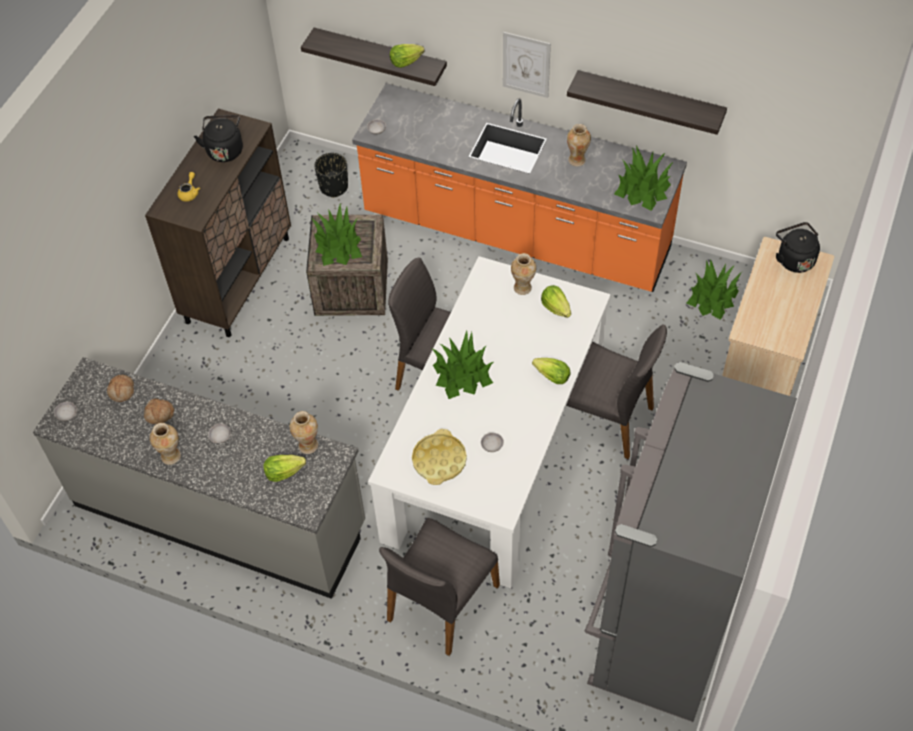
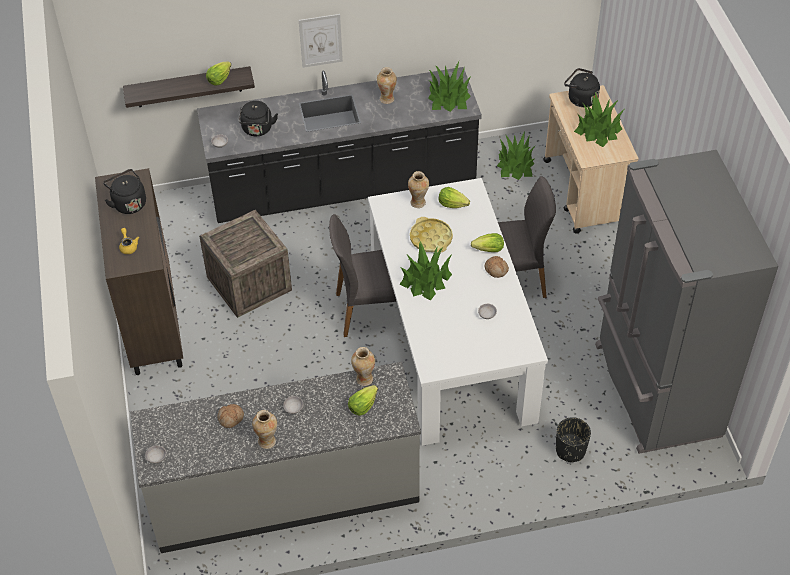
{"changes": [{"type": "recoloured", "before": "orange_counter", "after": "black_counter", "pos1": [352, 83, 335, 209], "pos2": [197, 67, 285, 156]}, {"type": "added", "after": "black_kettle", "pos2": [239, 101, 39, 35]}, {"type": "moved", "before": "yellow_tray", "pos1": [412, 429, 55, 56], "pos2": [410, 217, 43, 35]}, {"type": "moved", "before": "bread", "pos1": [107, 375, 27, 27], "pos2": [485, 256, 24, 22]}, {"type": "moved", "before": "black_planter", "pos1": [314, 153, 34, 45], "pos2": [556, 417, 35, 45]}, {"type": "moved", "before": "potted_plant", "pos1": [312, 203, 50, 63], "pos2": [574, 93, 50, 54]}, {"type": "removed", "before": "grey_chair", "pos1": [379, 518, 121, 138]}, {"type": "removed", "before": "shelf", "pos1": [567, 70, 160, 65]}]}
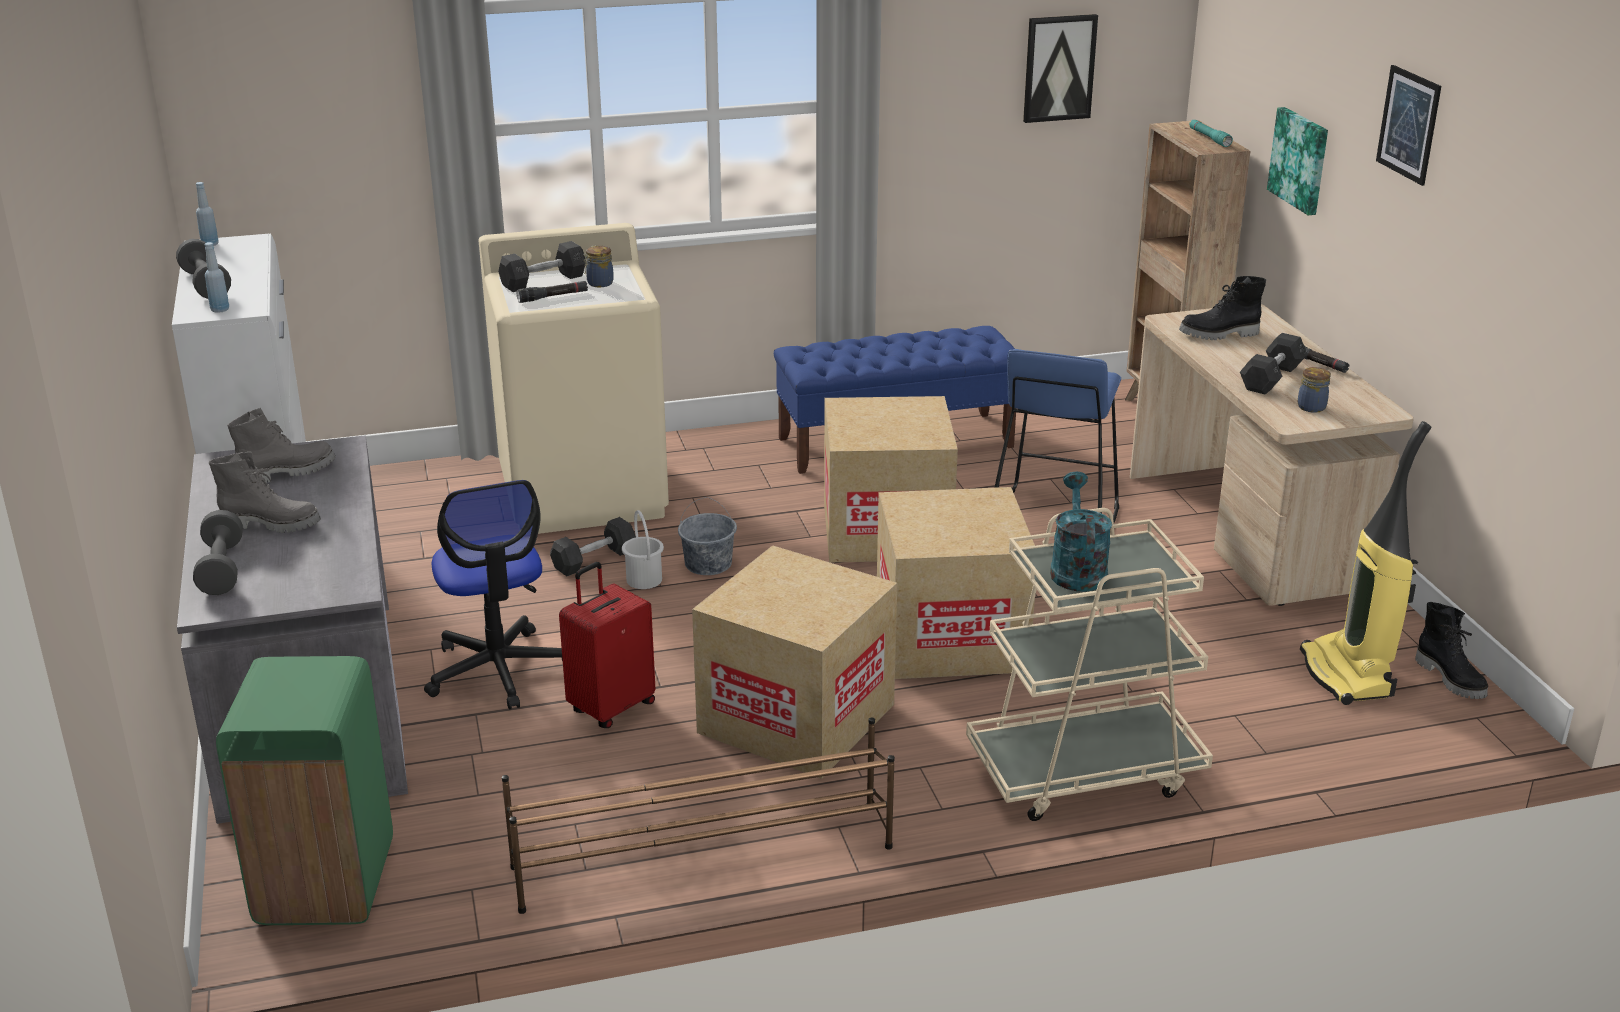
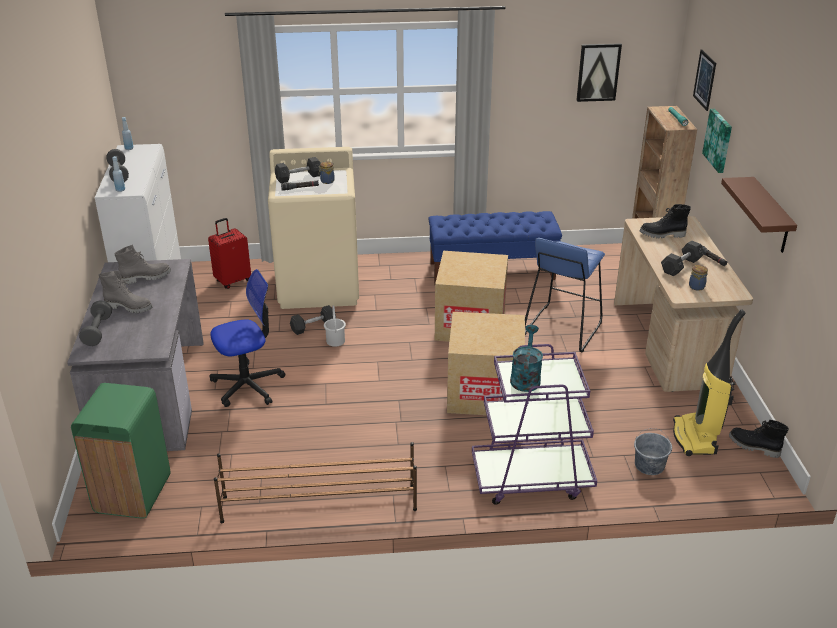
{"changes": [{"type": "moved", "before": "red_suitcase", "pos1": [559, 562, 96, 166], "pos2": [208, 218, 43, 71]}, {"type": "turned", "before": "office_chair", "pos1": [424, 480, 139, 230], "pos2": [210, 269, 75, 138], "turn": -105}, {"type": "recoloured", "before": "beige_cart", "after": "purple_cart", "pos1": [966, 508, 247, 313], "pos2": [472, 344, 125, 160]}, {"type": "moved", "before": "grey_bucket", "pos1": [678, 497, 59, 78], "pos2": [634, 428, 38, 47]}, {"type": "moved", "before": "picture", "pos1": [1376, 65, 65, 121], "pos2": [693, 49, 23, 62]}, {"type": "added", "after": "brown_shelf", "pos2": [721, 177, 76, 76]}, {"type": "turned", "before": "black_boot", "pos1": [1415, 602, 73, 97], "pos2": [729, 420, 60, 38], "turn": 135}, {"type": "removed", "before": "cardboard_box", "pos1": [692, 545, 205, 234]}]}
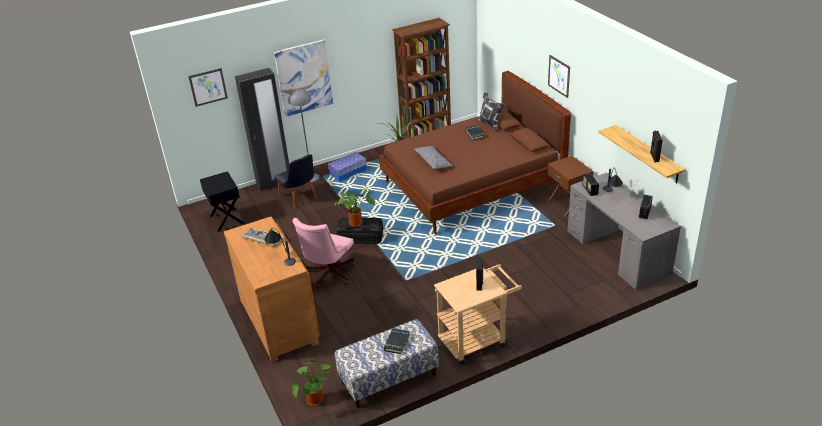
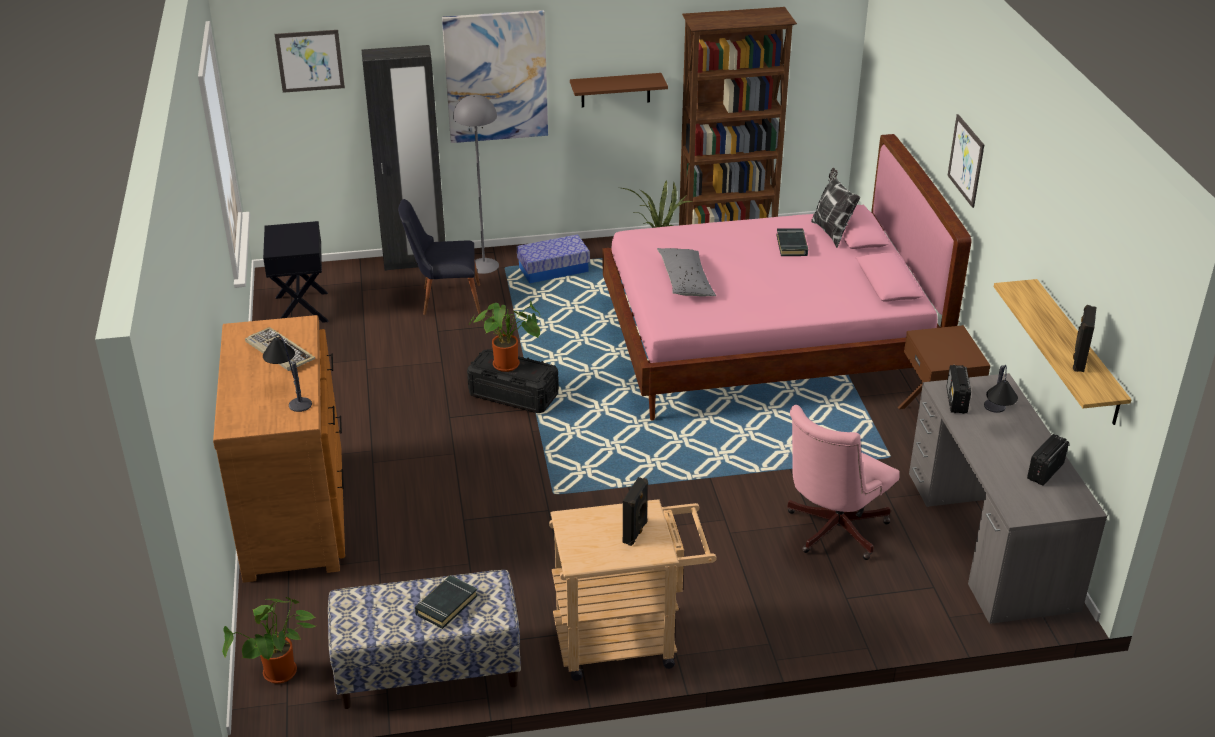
{"changes": [{"type": "turned", "before": "black_chair", "pos1": [274, 154, 43, 54], "pos2": [398, 199, 83, 116], "turn": 105}, {"type": "added", "after": "brown_shelf", "pos2": [570, 73, 98, 34]}, {"type": "recoloured", "before": "brown_bed", "after": "pink_bed", "pos1": [379, 71, 192, 163], "pos2": [603, 134, 368, 287]}, {"type": "moved", "before": "pink_office_chair", "pos1": [293, 218, 62, 70], "pos2": [787, 405, 113, 155]}]}
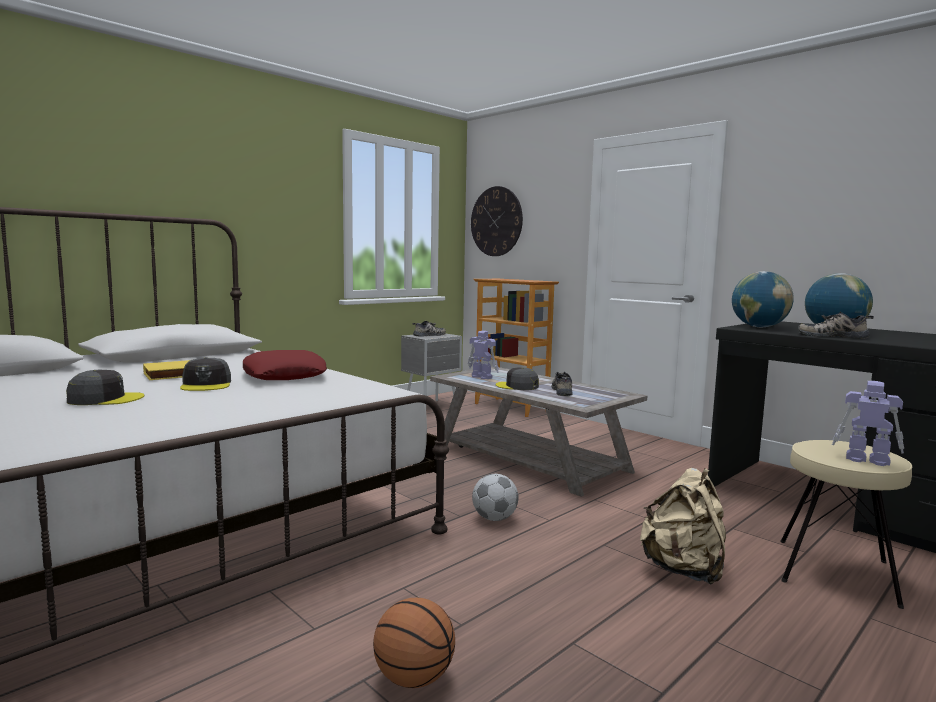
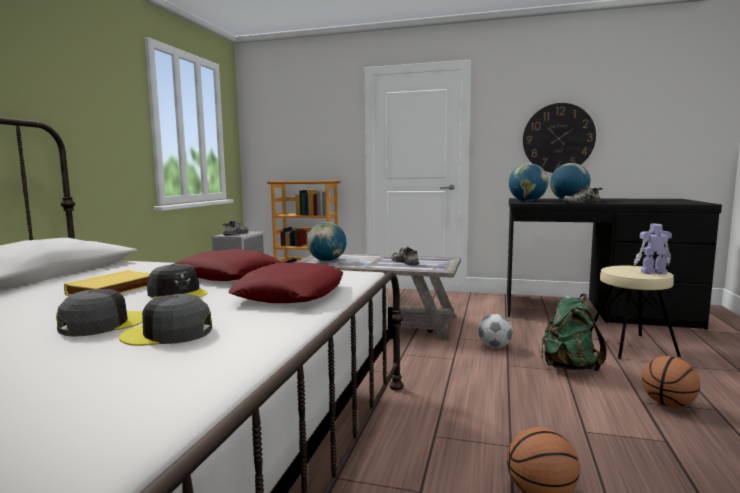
{"changes": [{"type": "moved", "before": "grey_cap", "pos1": [496, 367, 43, 23], "pos2": [119, 294, 93, 52]}, {"type": "added", "after": "red_pillow", "pos2": [228, 262, 115, 41]}, {"type": "replaced", "before": "toy_robot", "after": "globe", "pos1": [468, 331, 31, 48], "pos2": [307, 222, 39, 39]}, {"type": "moved", "before": "football", "pos1": [472, 474, 47, 47], "pos2": [478, 314, 35, 34]}, {"type": "moved", "before": "wall_clock", "pos1": [471, 186, 52, 70], "pos2": [523, 103, 73, 70]}, {"type": "recoloured", "before": "beige_backpack", "after": "green_backpack", "pos1": [640, 468, 86, 117], "pos2": [541, 294, 66, 77]}, {"type": "added", "after": "basketball", "pos2": [642, 356, 58, 51]}]}
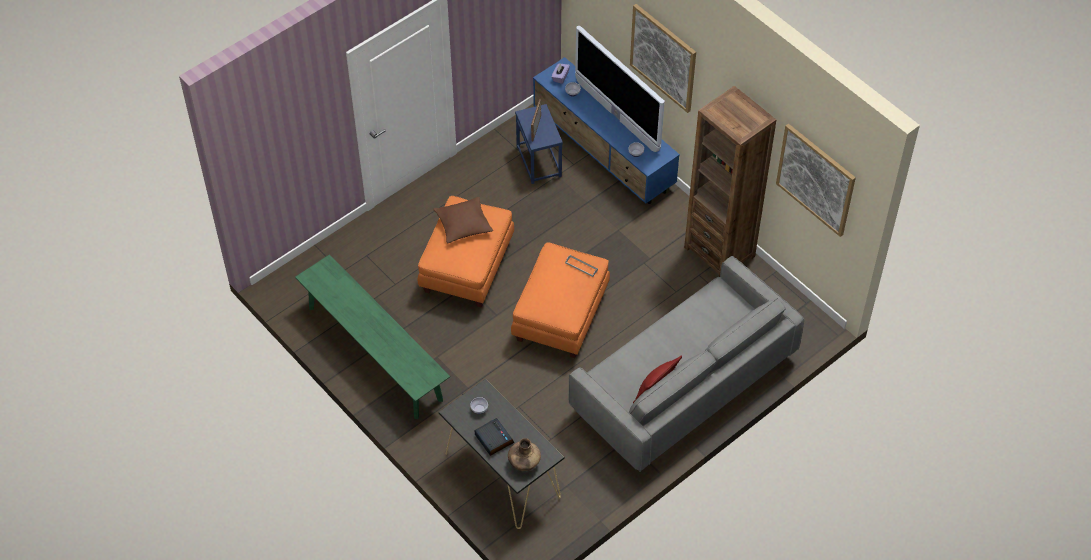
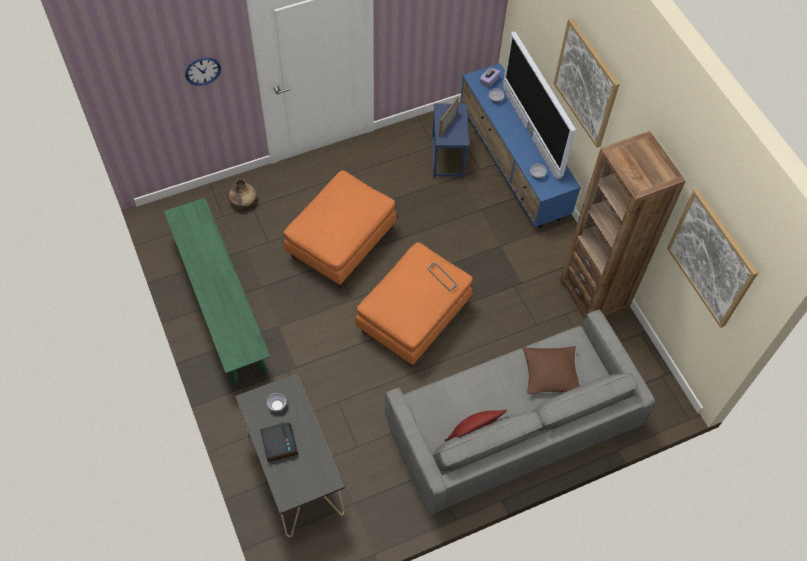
{"changes": [{"type": "added", "after": "wall_clock", "pos2": [185, 57, 36, 29]}, {"type": "moved", "before": "brown_vase", "pos1": [508, 438, 33, 33], "pos2": [228, 178, 28, 30]}, {"type": "moved", "before": "brown_pillow", "pos1": [434, 197, 59, 47], "pos2": [522, 346, 58, 48]}]}
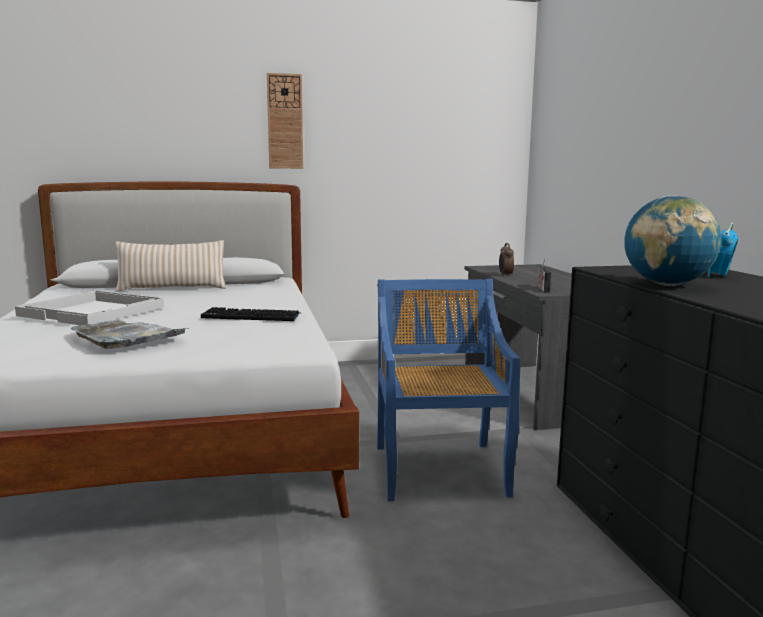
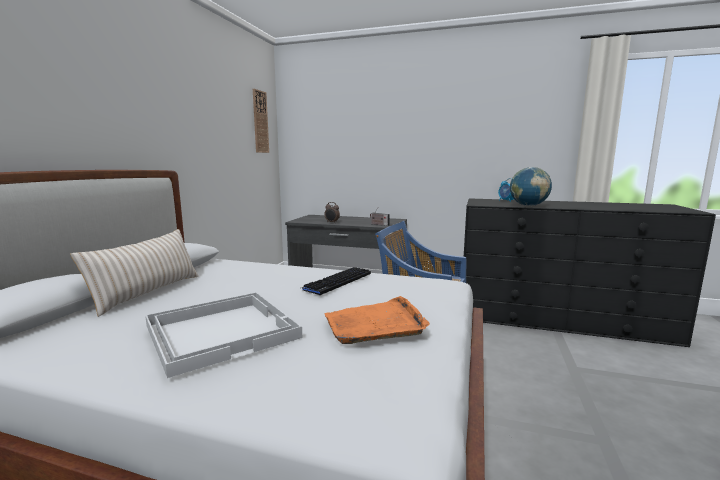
{"changes": [{"type": "moved", "before": "wall_clock", "pos1": [267, 73, 36, 96], "pos2": [253, 89, 16, 64]}, {"type": "recoloured", "before": "grey_tray", "after": "orange_tray", "pos1": [70, 320, 119, 29], "pos2": [324, 296, 106, 48]}]}
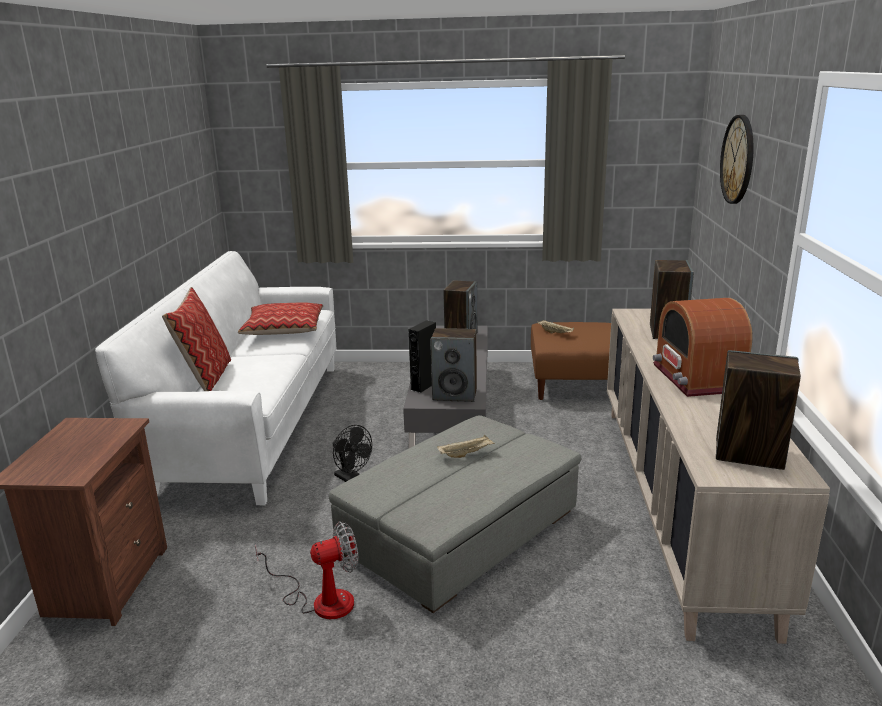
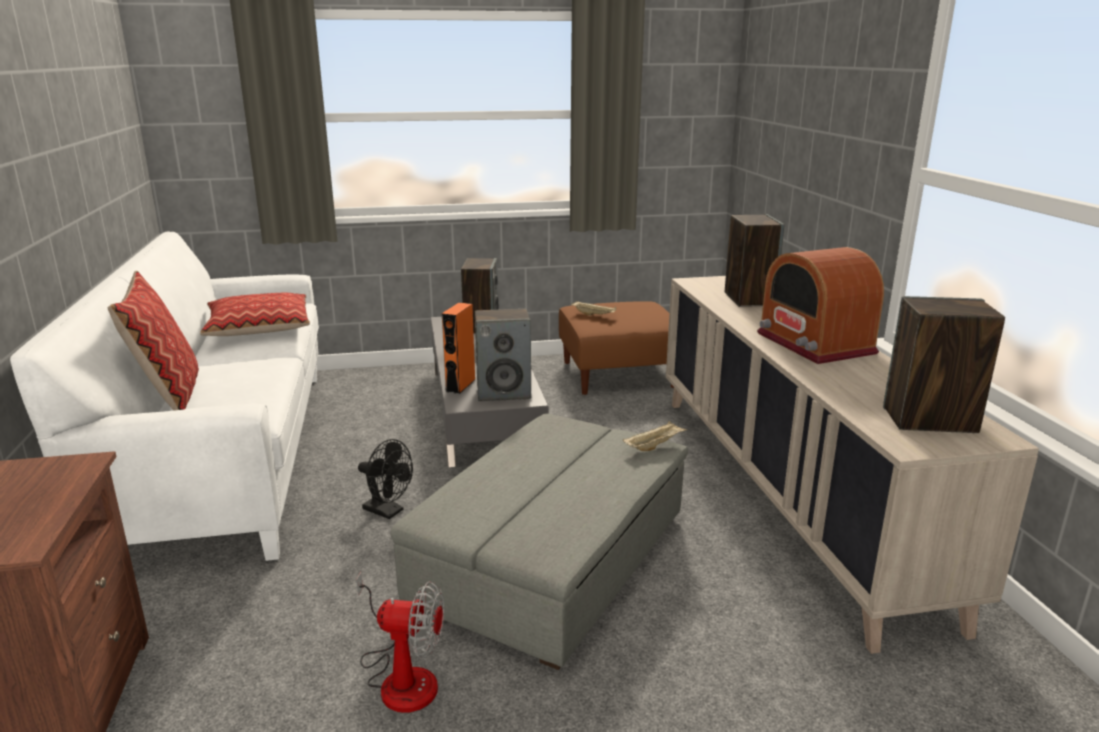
{"changes": [{"type": "turned", "before": "fan", "pos1": [255, 521, 103, 98], "pos2": [356, 572, 88, 141], "turn": 45}, {"type": "recoloured", "before": "black_speaker", "after": "orange_speaker", "pos1": [408, 320, 28, 73], "pos2": [442, 303, 34, 91]}, {"type": "moved", "before": "beige_tray", "pos1": [437, 435, 58, 23], "pos2": [623, 421, 64, 30]}, {"type": "removed", "before": "wall_clock", "pos1": [720, 115, 34, 89]}]}
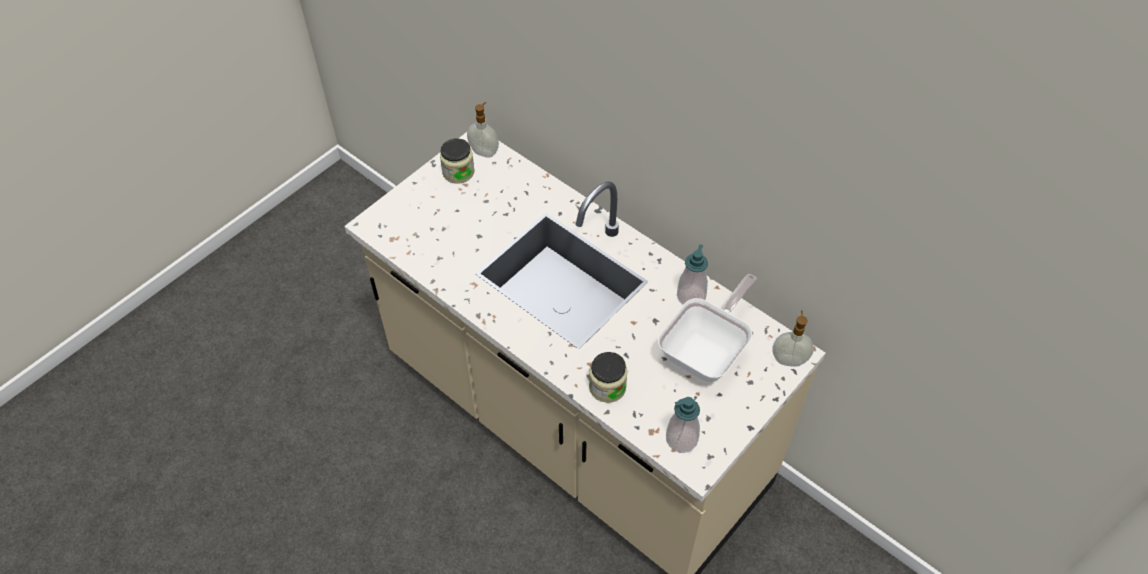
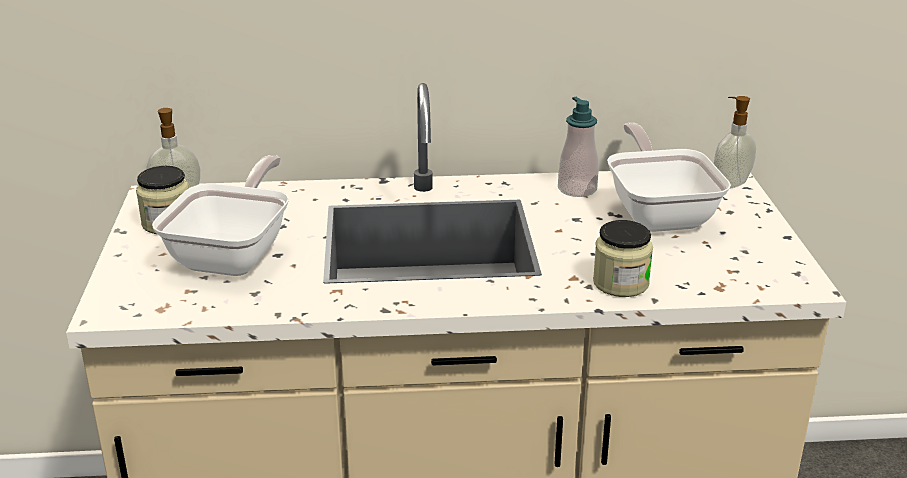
{"changes": [{"type": "added", "after": "frying_pan", "pos2": [152, 155, 137, 121]}, {"type": "removed", "before": "soap_dispenser", "pos1": [666, 397, 34, 56]}]}
